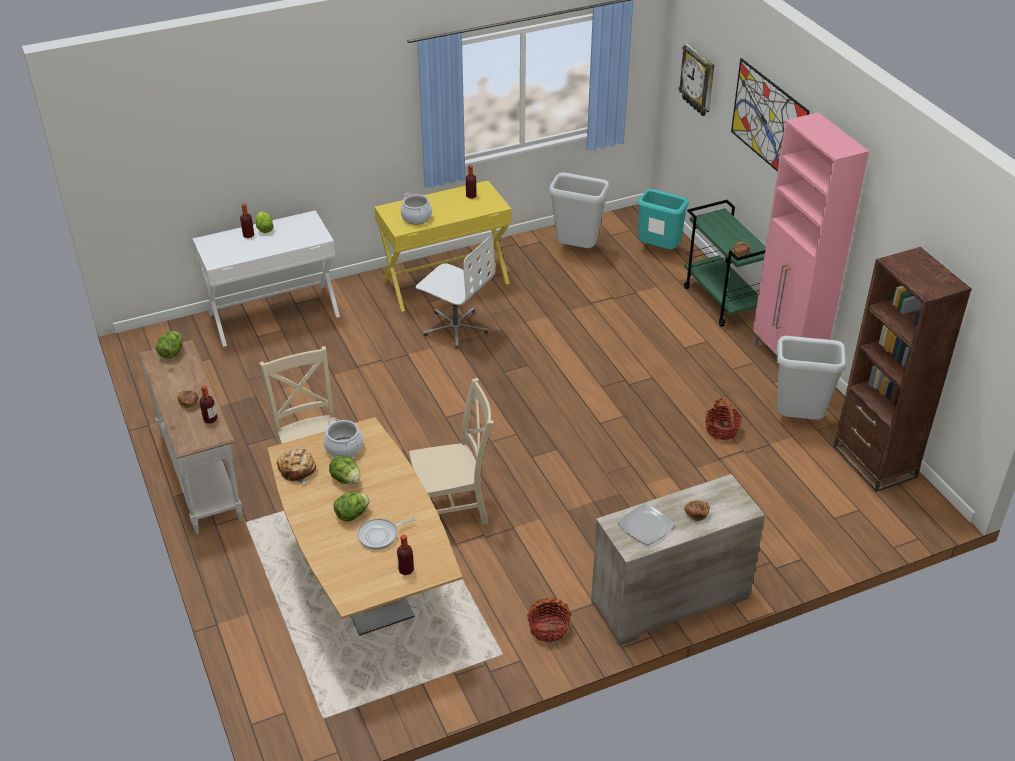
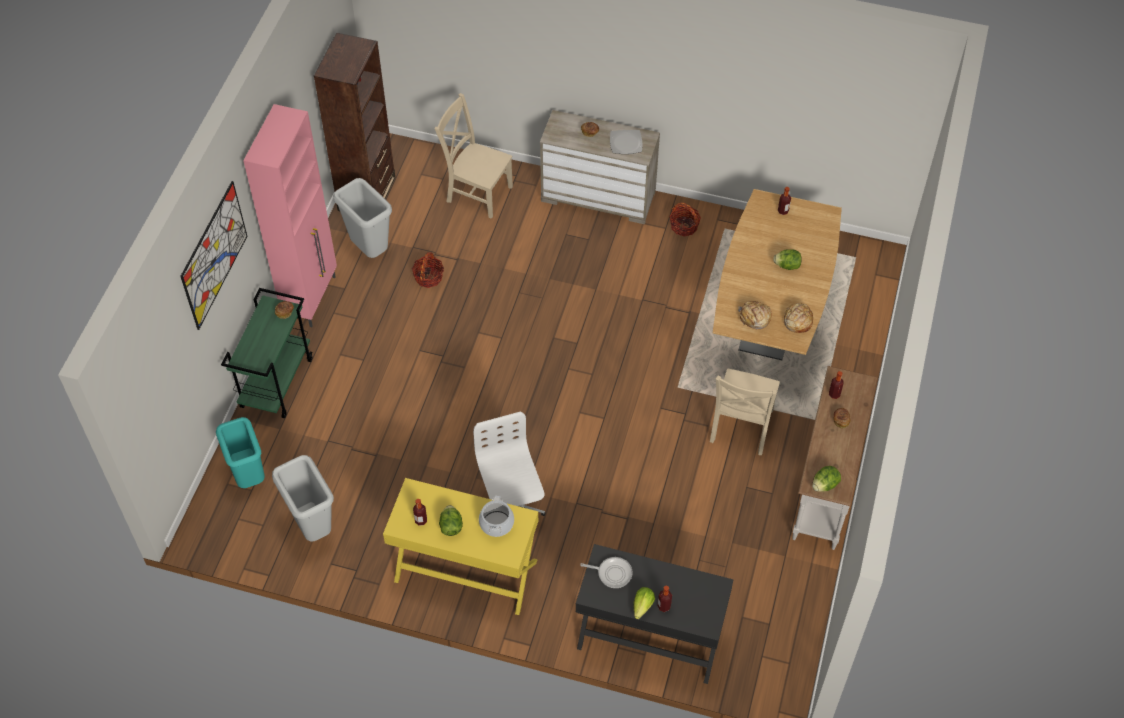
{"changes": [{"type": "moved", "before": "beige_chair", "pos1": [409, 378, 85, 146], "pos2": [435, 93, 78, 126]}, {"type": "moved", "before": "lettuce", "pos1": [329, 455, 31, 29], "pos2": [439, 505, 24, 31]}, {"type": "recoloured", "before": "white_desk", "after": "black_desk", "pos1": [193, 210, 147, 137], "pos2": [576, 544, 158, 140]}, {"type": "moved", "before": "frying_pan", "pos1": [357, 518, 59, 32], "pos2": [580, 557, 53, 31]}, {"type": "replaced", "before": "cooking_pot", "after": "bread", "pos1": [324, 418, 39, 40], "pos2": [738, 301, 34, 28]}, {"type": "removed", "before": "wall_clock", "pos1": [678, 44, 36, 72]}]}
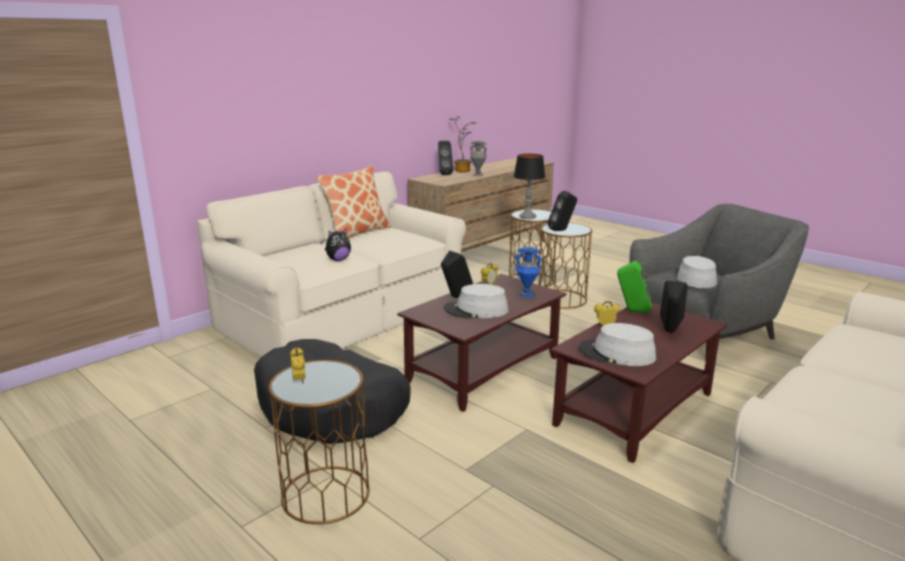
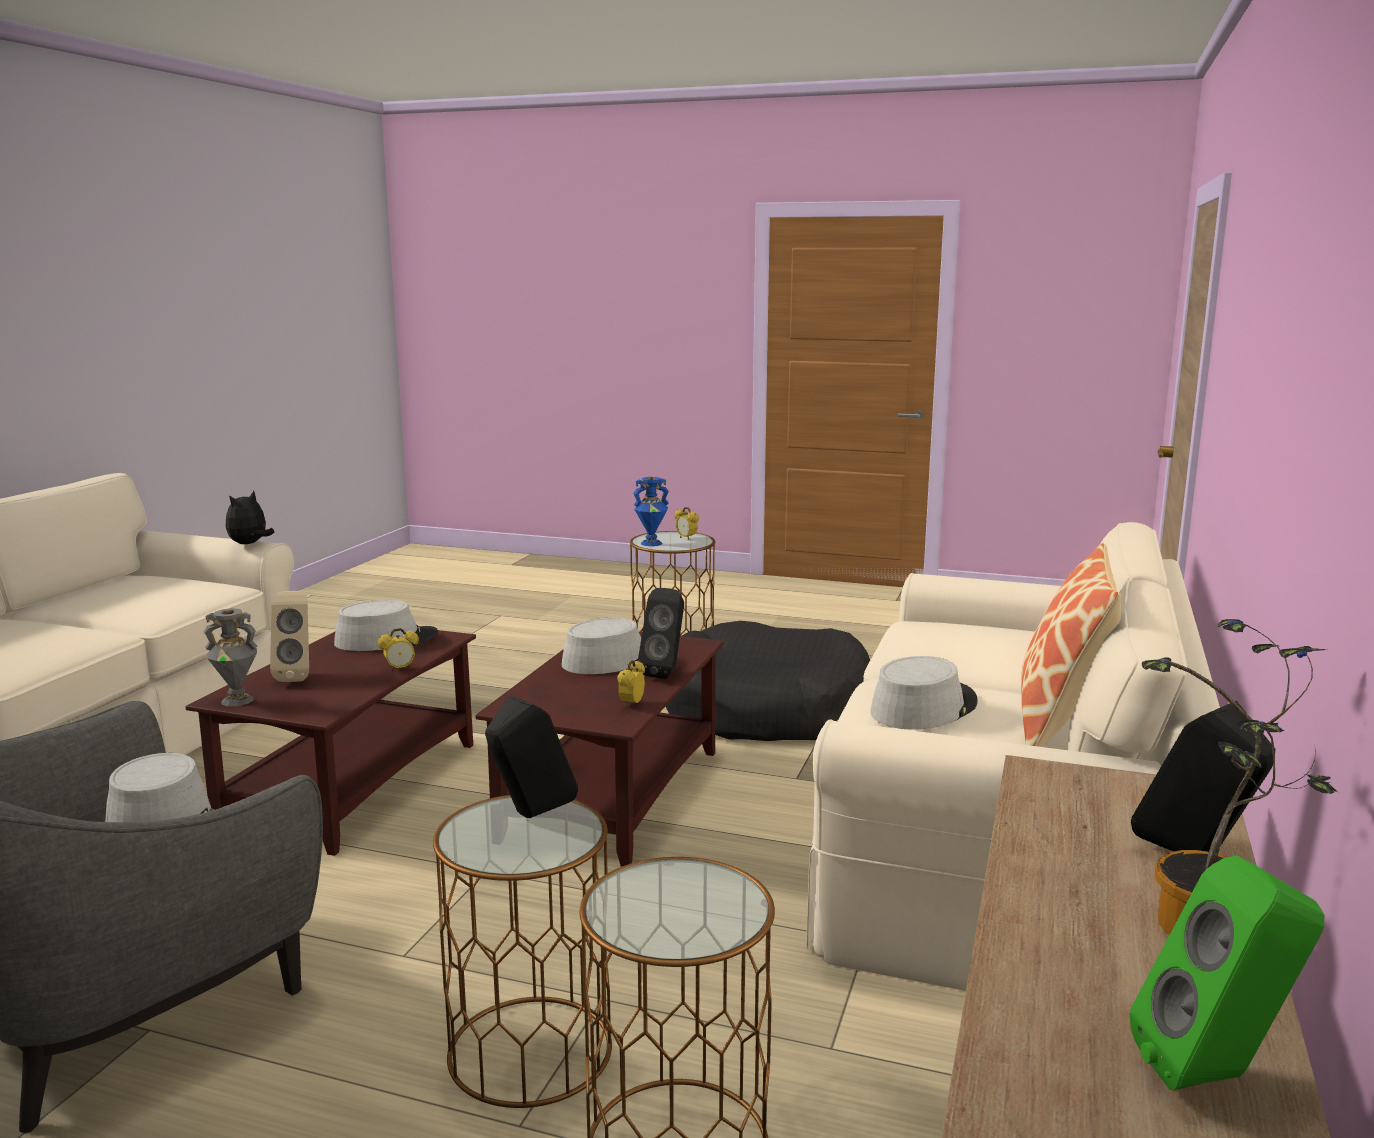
{"changes": [{"type": "moved", "before": "grey_vase", "pos1": [470, 141, 17, 35], "pos2": [204, 608, 53, 98]}, {"type": "moved", "before": "plush_toy", "pos1": [325, 228, 26, 33], "pos2": [226, 491, 48, 53]}, {"type": "recoloured", "before": "black_speaker", "after": "beige_speaker", "pos1": [660, 281, 28, 52], "pos2": [270, 591, 39, 91]}, {"type": "moved", "before": "blue_vase", "pos1": [515, 246, 27, 51], "pos2": [633, 477, 36, 69]}, {"type": "added", "after": "grey_hat", "pos2": [870, 656, 108, 74]}, {"type": "moved", "before": "green_speaker", "pos1": [617, 261, 35, 52], "pos2": [1129, 855, 195, 235]}, {"type": "removed", "before": "table_lamp", "pos1": [513, 154, 32, 65]}]}
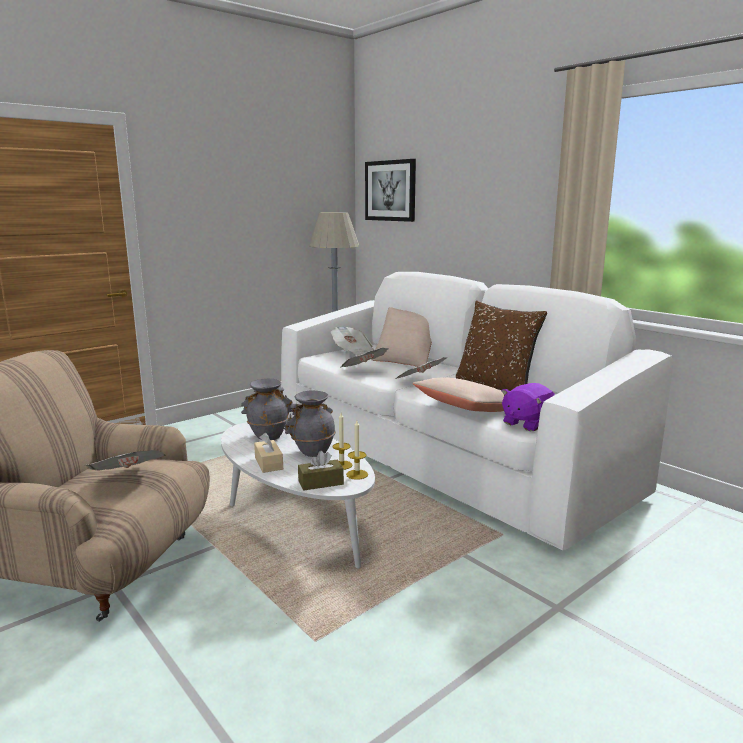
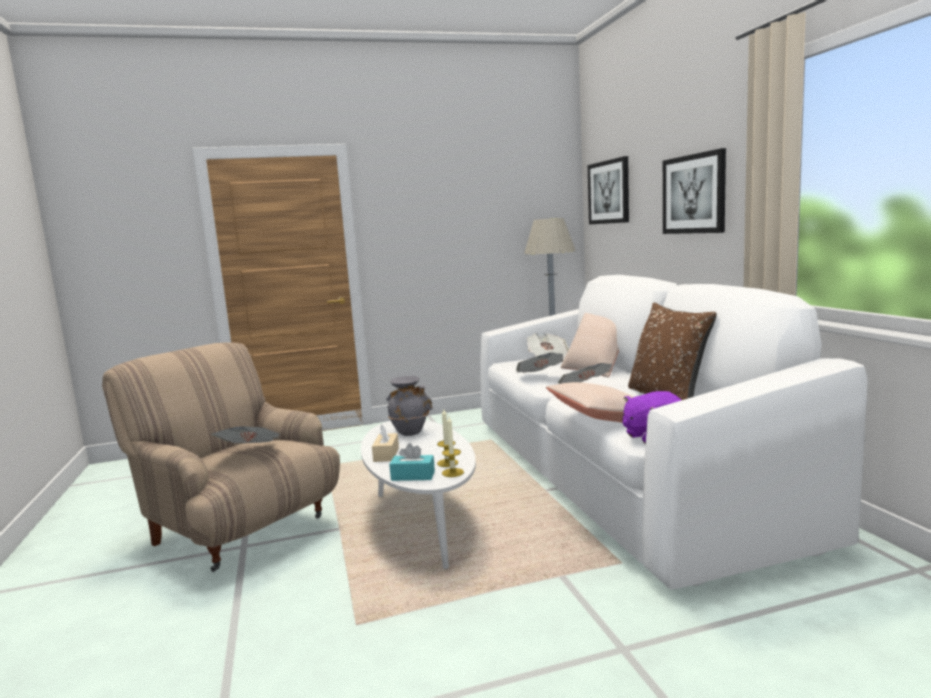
{"changes": [{"type": "recoloured", "before": "brown_tissue_box", "after": "turquoise_tissue_box", "pos1": [298, 451, 46, 40], "pos2": [389, 443, 46, 38]}, {"type": "added", "after": "picture", "pos2": [663, 148, 63, 86]}, {"type": "removed", "before": "grey_vase", "pos1": [284, 390, 52, 67]}]}
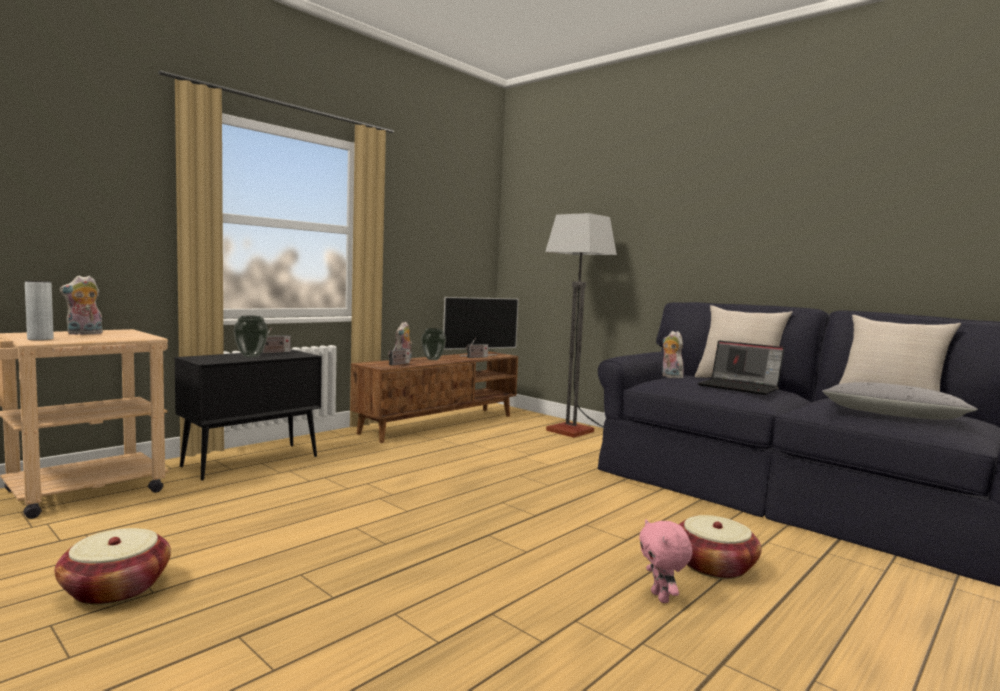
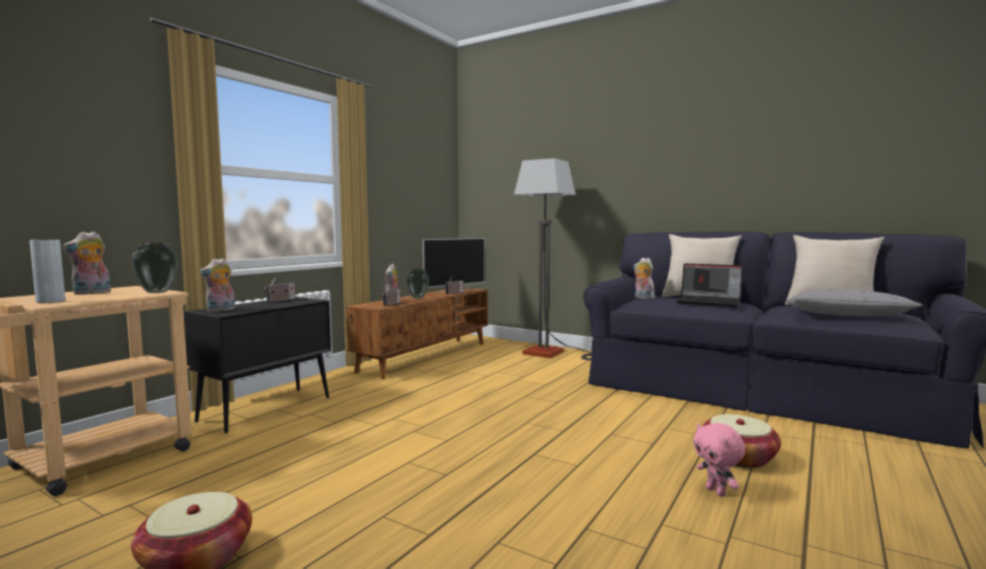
{"changes": [{"type": "moved", "before": "vase", "pos1": [233, 316, 35, 41], "pos2": [131, 243, 47, 50]}, {"type": "added", "after": "plush_toy", "pos2": [199, 258, 36, 54]}]}
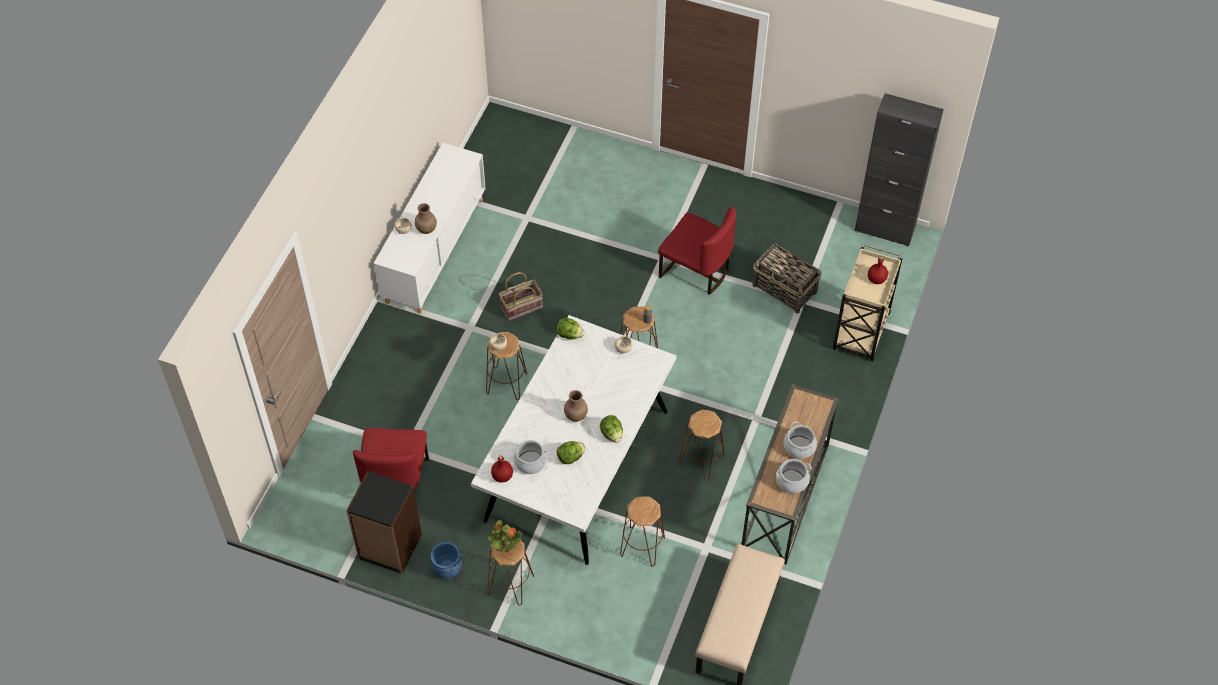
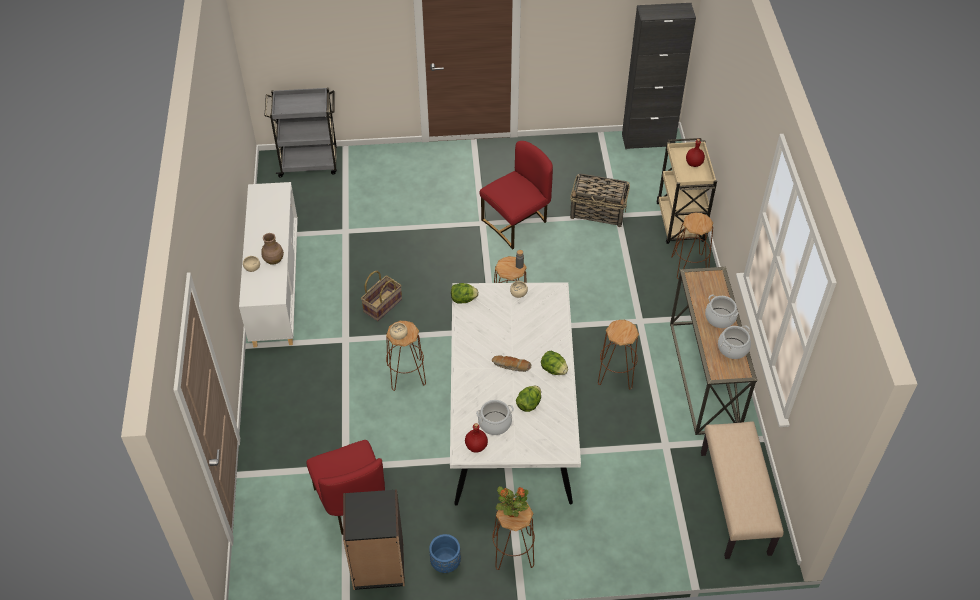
{"changes": [{"type": "added", "after": "grey_cart", "pos2": [264, 88, 73, 89]}, {"type": "turned", "before": "red_chair", "pos1": [658, 207, 78, 88], "pos2": [480, 141, 73, 109], "turn": -45}, {"type": "replaced", "before": "brown_vase", "after": "bread", "pos1": [564, 390, 24, 32], "pos2": [492, 355, 39, 17]}, {"type": "moved", "before": "brown_stool", "pos1": [620, 496, 45, 70], "pos2": [671, 213, 42, 66]}]}
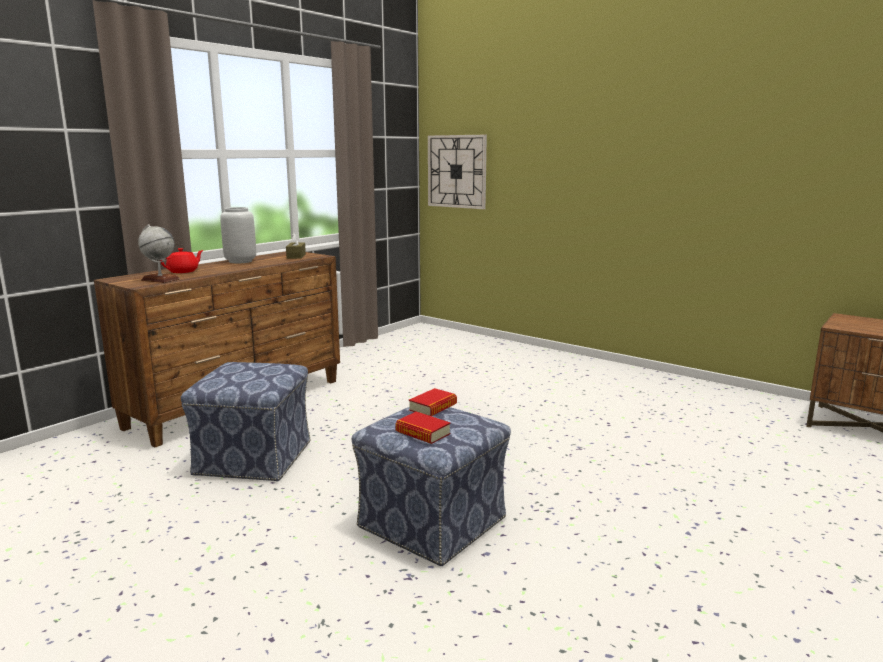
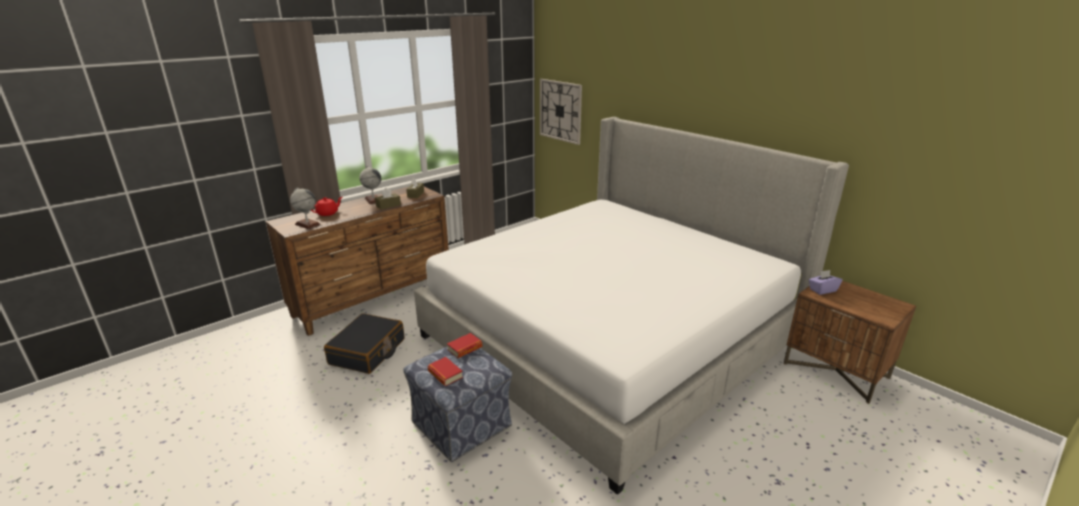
{"changes": [{"type": "replaced", "before": "ottoman", "after": "black_suitcase", "pos1": [181, 362, 130, 120], "pos2": [324, 313, 80, 61]}, {"type": "replaced", "before": "grey_vase", "after": "globe", "pos1": [220, 207, 36, 56], "pos2": [360, 166, 22, 38]}, {"type": "added", "after": "brown_tissue_box", "pos2": [375, 188, 26, 21]}, {"type": "added", "after": "bed", "pos2": [414, 117, 435, 378]}, {"type": "added", "after": "purple_tissue_box", "pos2": [809, 270, 34, 25]}]}
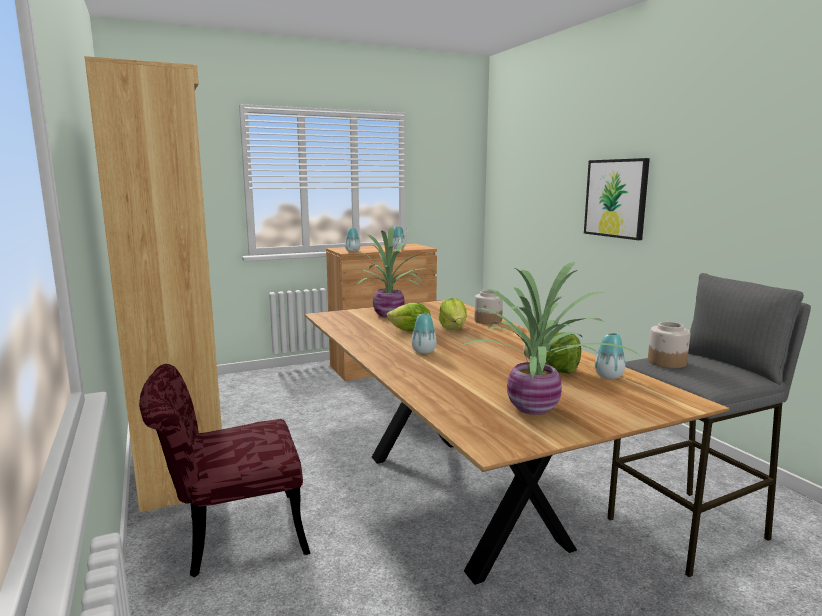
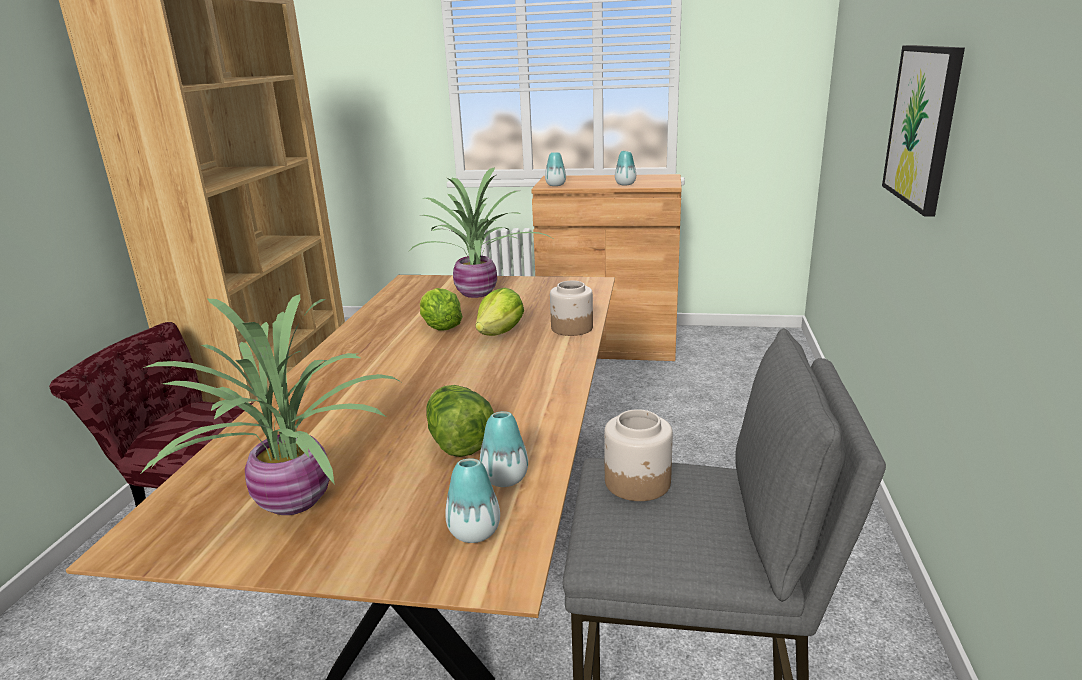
{"changes": [{"type": "moved", "before": "vase", "pos1": [411, 314, 26, 39], "pos2": [445, 458, 55, 85]}]}
